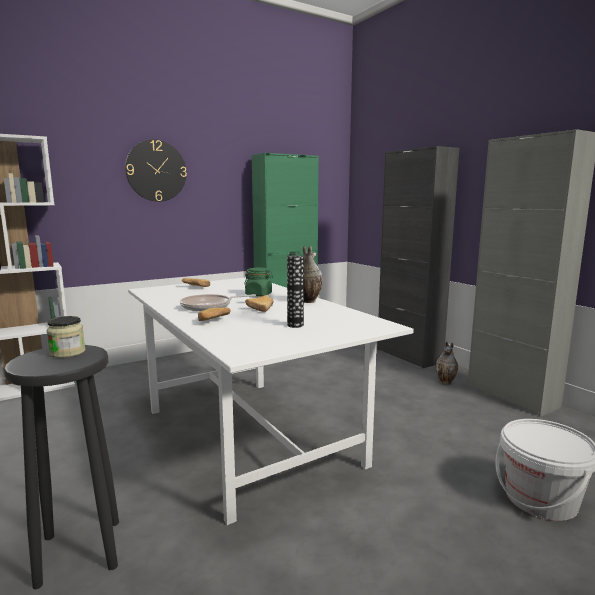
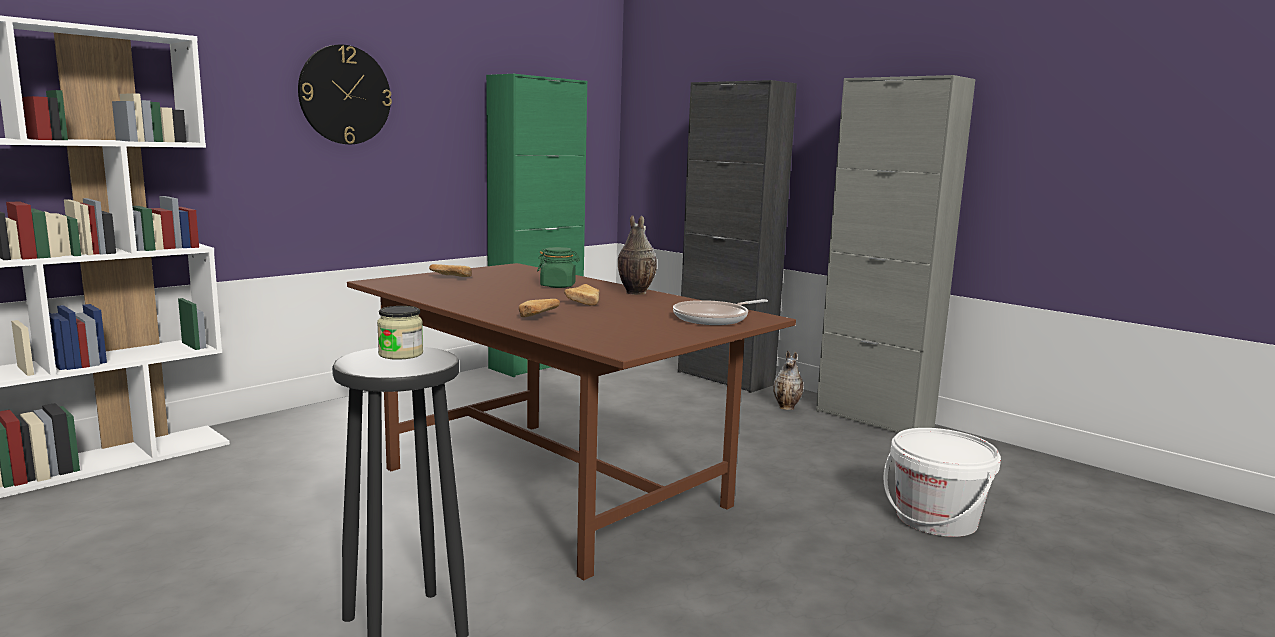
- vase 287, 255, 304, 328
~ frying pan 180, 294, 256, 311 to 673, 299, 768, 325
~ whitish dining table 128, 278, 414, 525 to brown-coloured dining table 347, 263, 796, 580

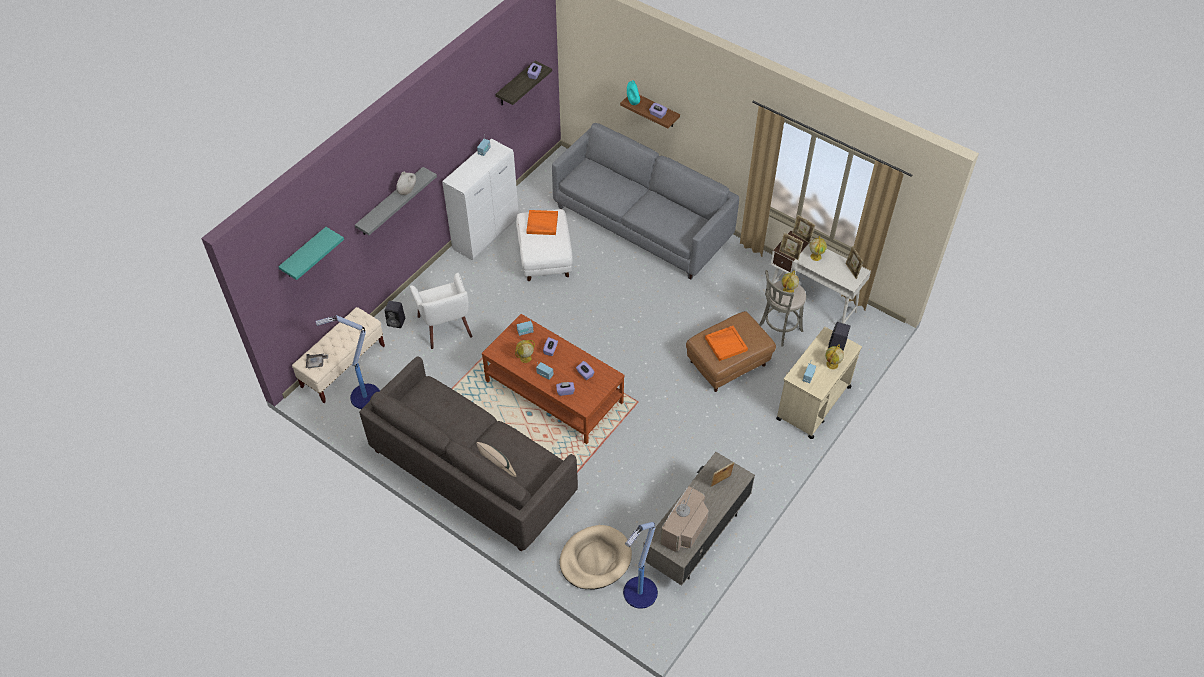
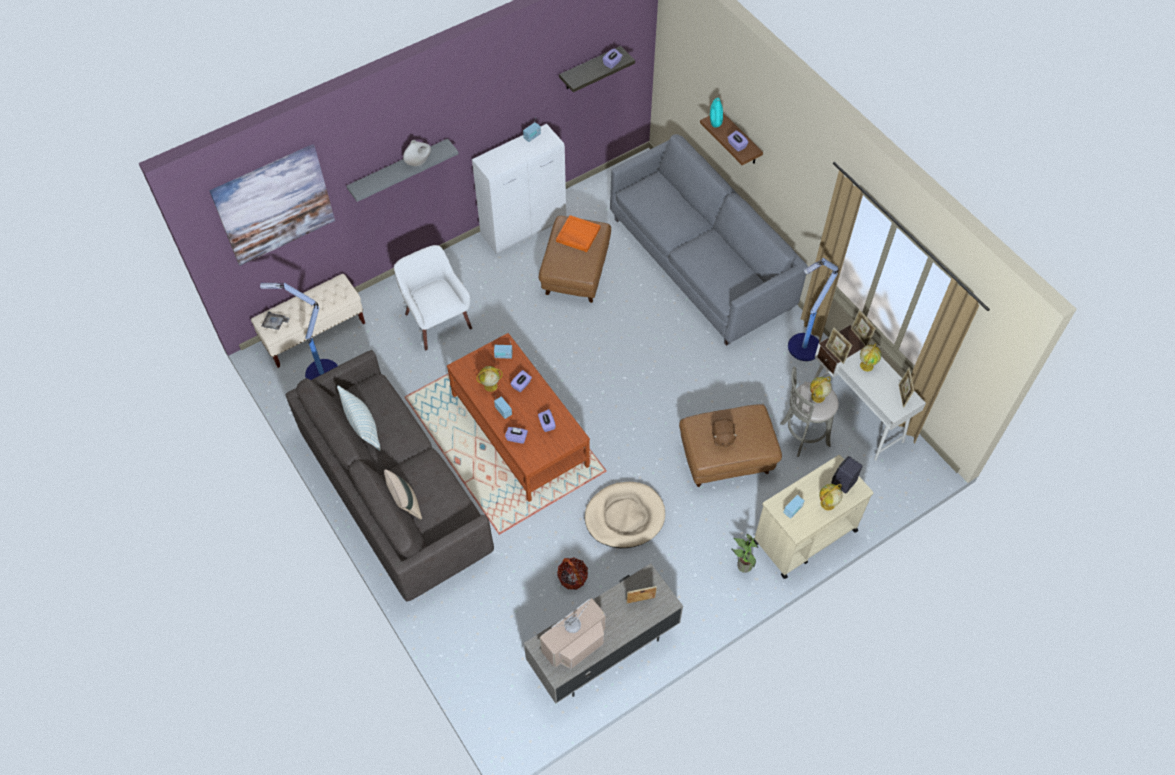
- blackish speaker 385, 301, 405, 328
+ pillow 337, 385, 381, 451
+ storage basket 557, 557, 588, 590
+ potted plant 731, 534, 758, 573
~ beige-coloured dog bed 560, 525, 632, 589 to 585, 482, 665, 548
~ standing lamp 623, 522, 658, 609 to 788, 258, 839, 361
~ blue-green bracket shelf 278, 227, 344, 280 to wall art 210, 144, 335, 266
~ orange-coloured carrying tray 705, 326, 748, 361 to brown-coloured cuddly toy 712, 418, 738, 448
~ whitish pouffe 516, 209, 573, 281 to brown-coloured pouffe 539, 216, 611, 303
~ whitish armchair 410, 273, 472, 349 = 394, 245, 472, 350 150 degrees clockwise

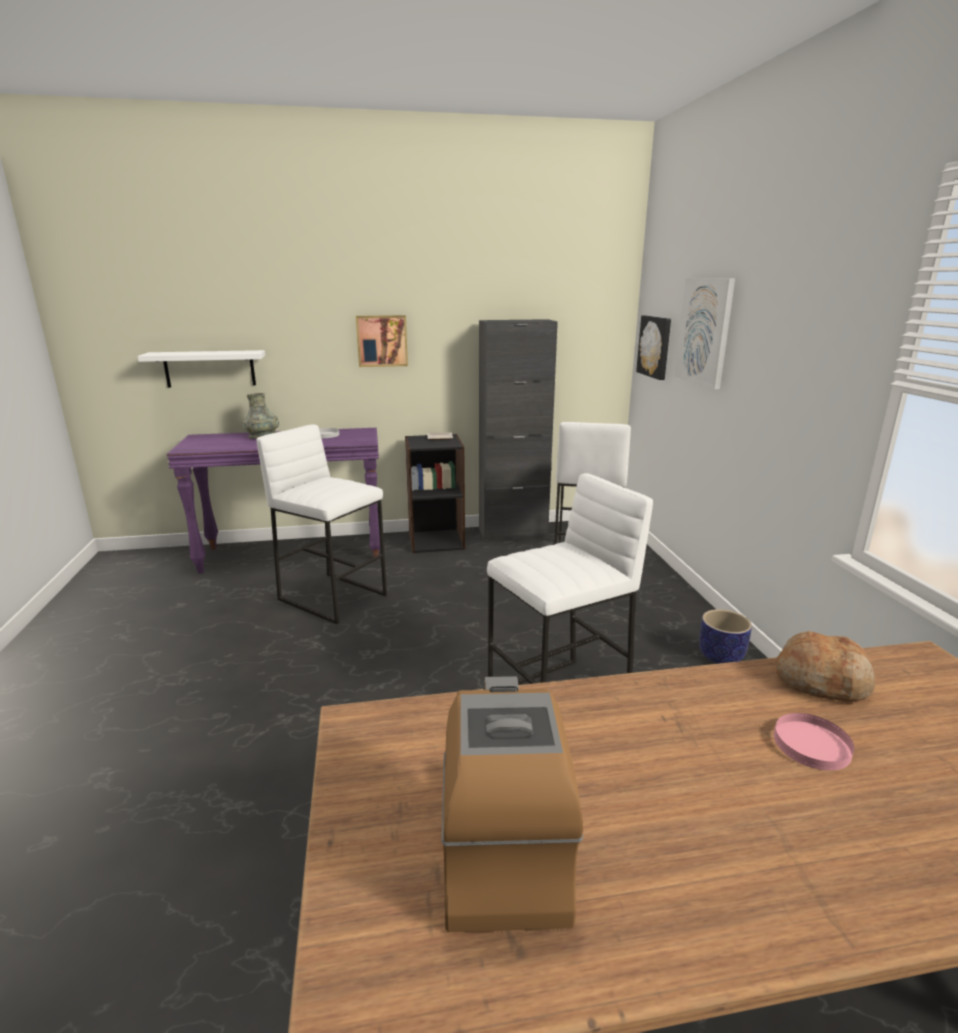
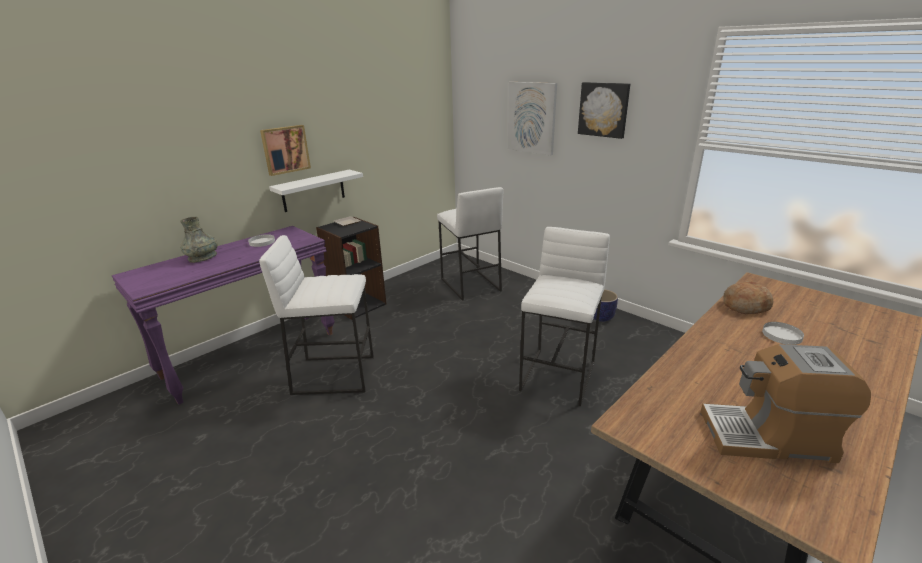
- blackish cupboard 479, 319, 558, 540
~ whitish bracket shelf 137, 350, 266, 388 to 269, 170, 363, 212
~ wall art 636, 315, 671, 380 to 578, 82, 630, 139
~ pink flat dish 774, 713, 854, 771 to whitish flat dish 762, 322, 804, 345
~ coffee machine 441, 676, 583, 932 = 700, 344, 871, 463 45 degrees counterclockwise

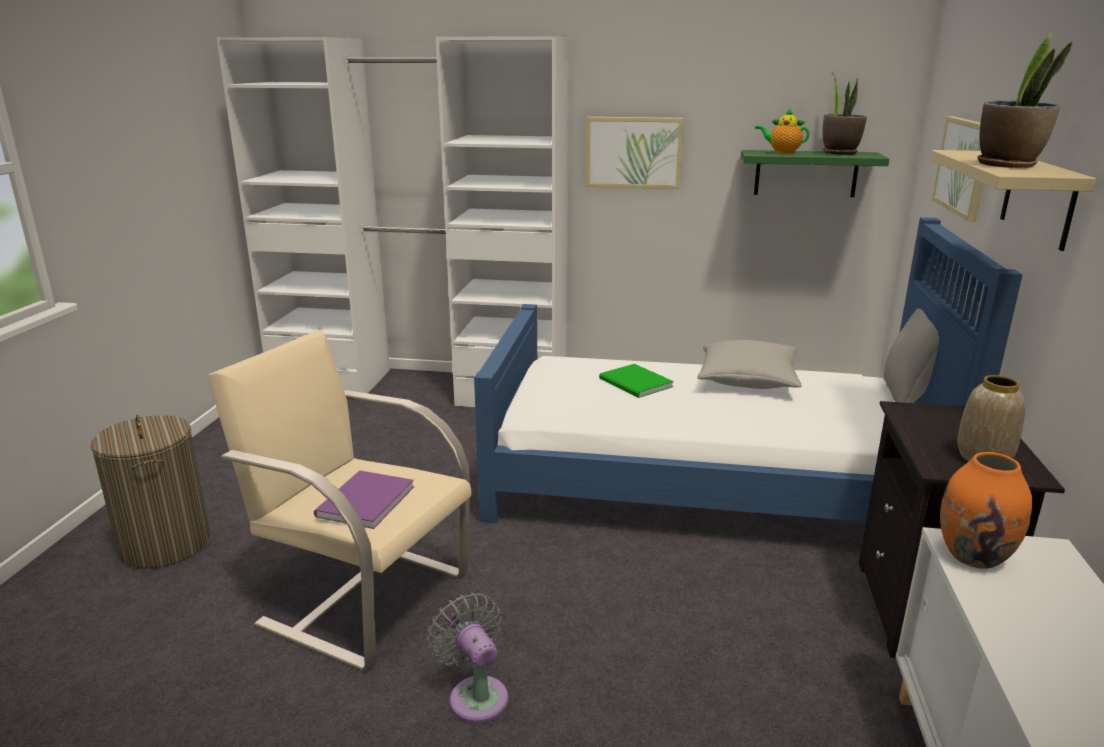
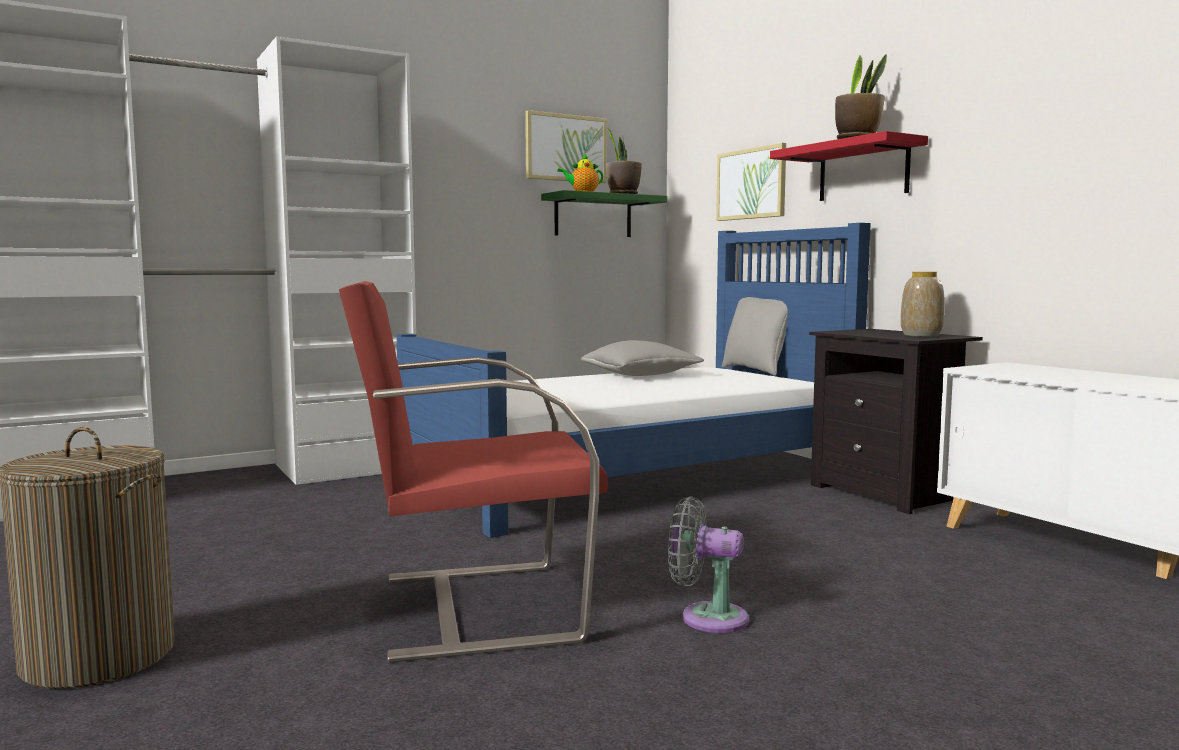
- purple volume 314, 470, 414, 529
- greenish volume 599, 364, 674, 398
- orange-coloured vase 940, 452, 1032, 569
~ wall art 585, 117, 684, 189 to 525, 110, 607, 183
~ beige-coloured armchair 207, 330, 471, 672 to reddish armchair 339, 281, 608, 663
~ beige-coloured bracket shelf 930, 150, 1096, 251 to reddish bracket shelf 770, 131, 928, 201

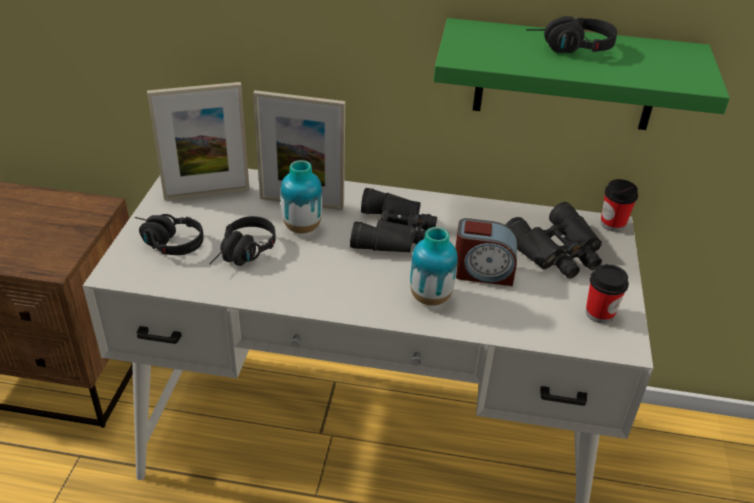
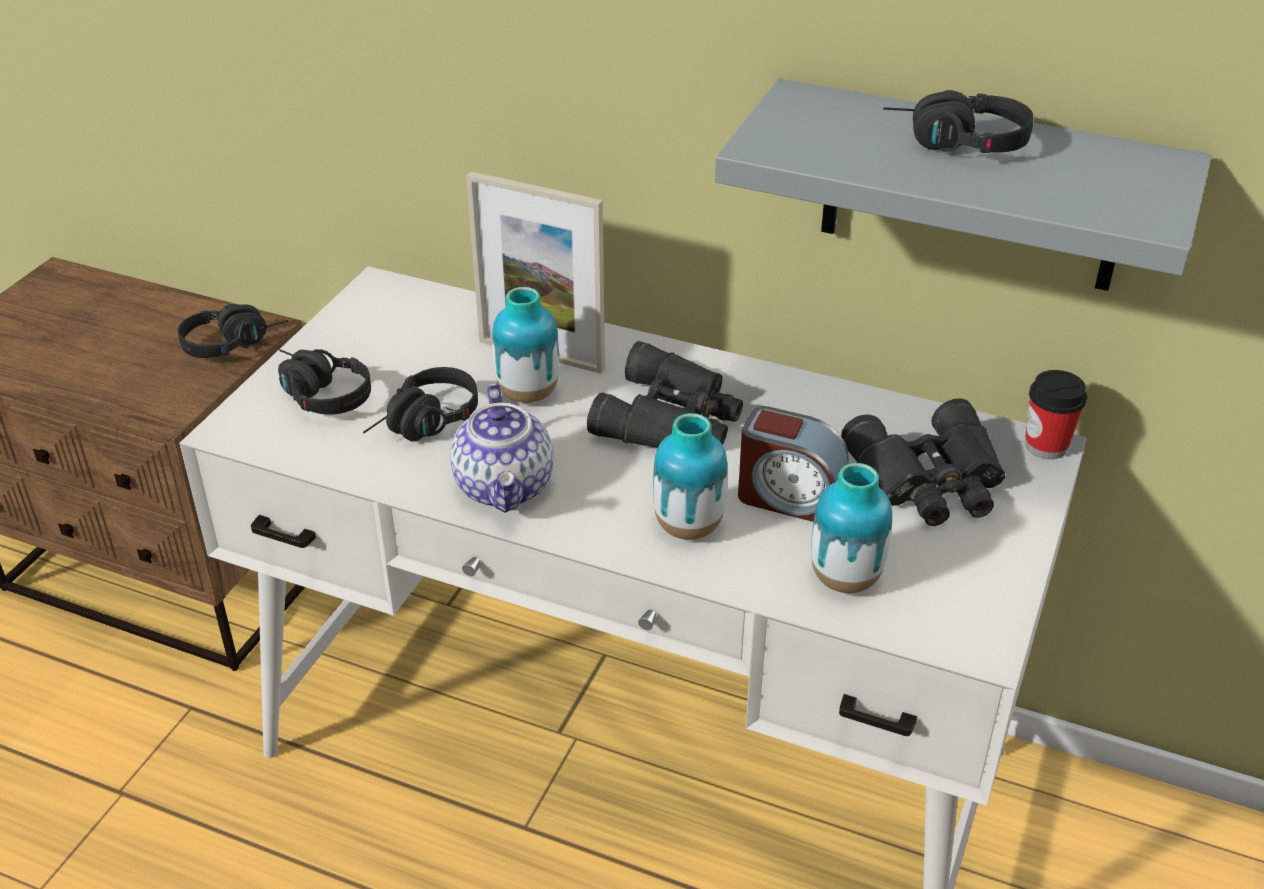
- photo frame 147, 82, 250, 200
- drinking cup 586, 264, 629, 324
+ blackish headphones 178, 304, 288, 358
+ tea pot 450, 383, 553, 513
+ vase 811, 463, 892, 593
~ greenish bracket shelf 434, 18, 730, 130 to gray bracket shelf 715, 79, 1212, 291

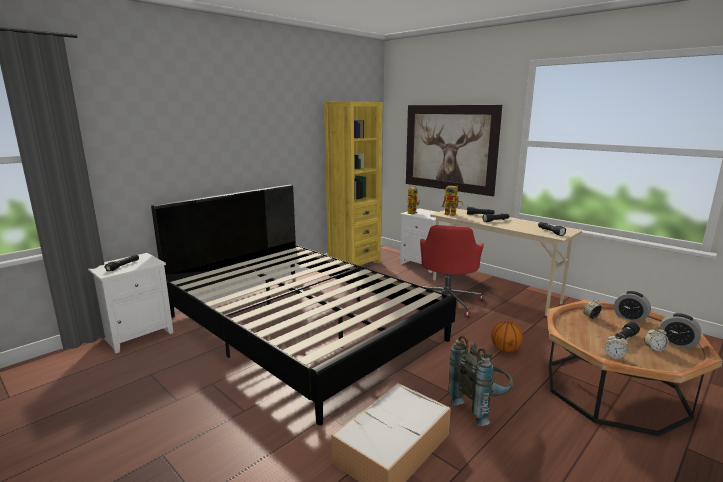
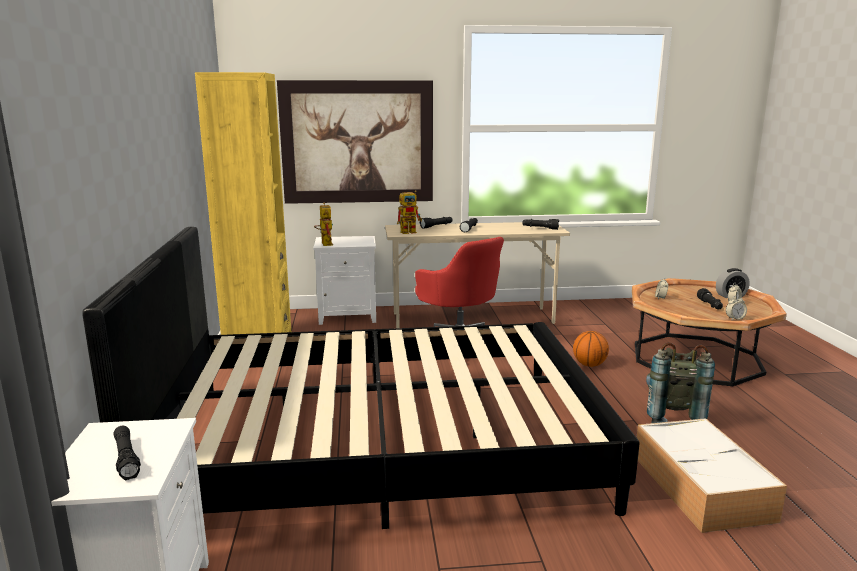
- table clock 614, 291, 651, 323

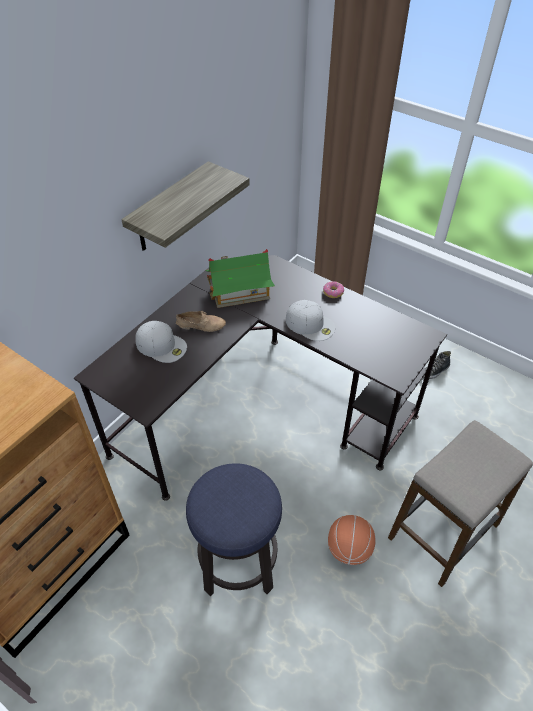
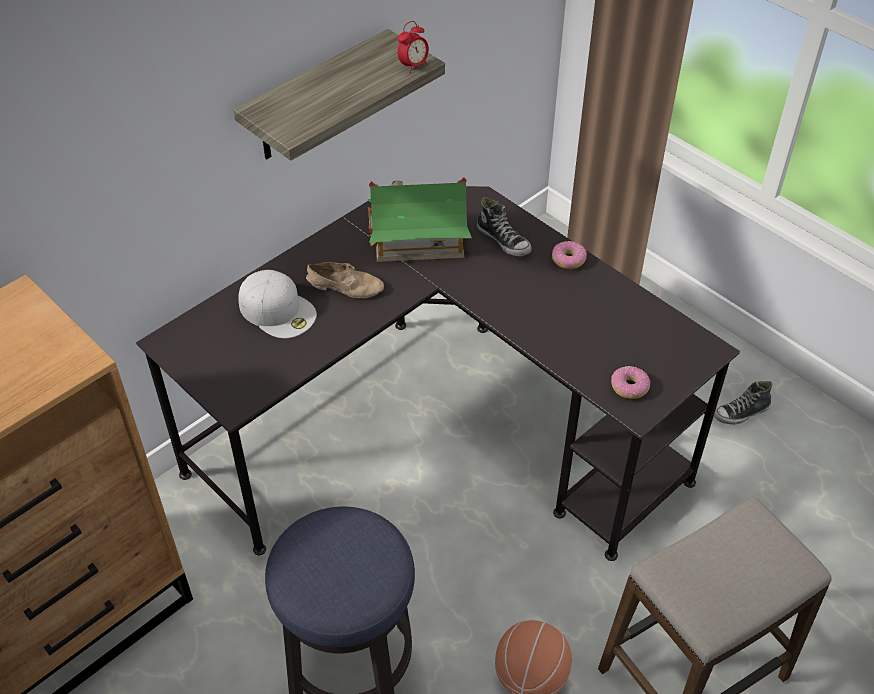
- whitish peaked cap 286, 300, 335, 341
+ table clock 398, 21, 429, 73
+ item of footwear 477, 197, 532, 256
+ donut 611, 366, 650, 399

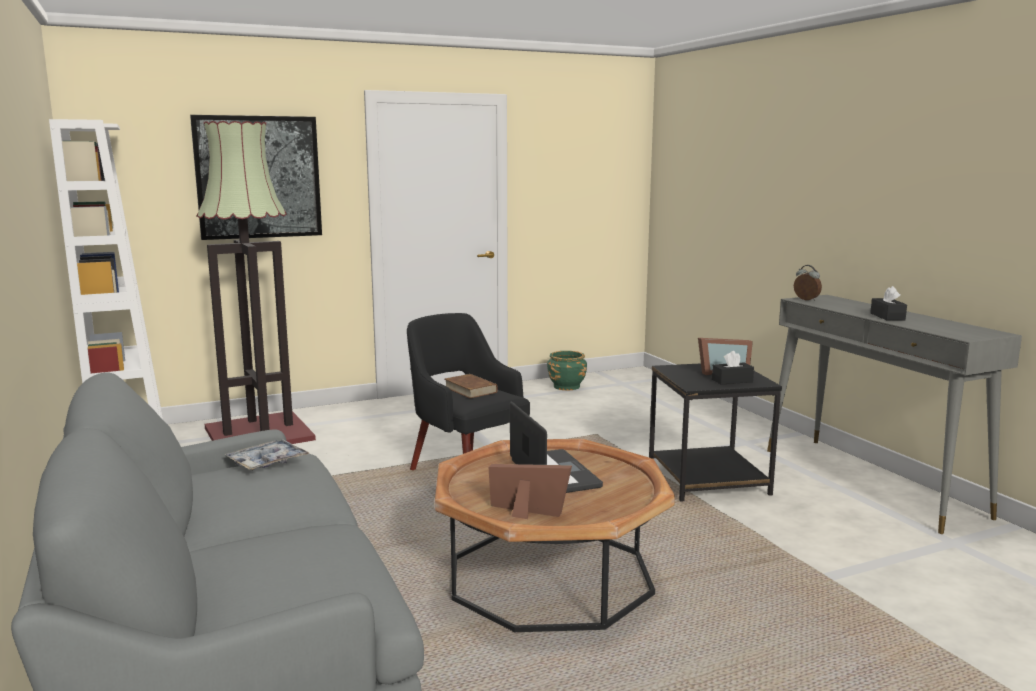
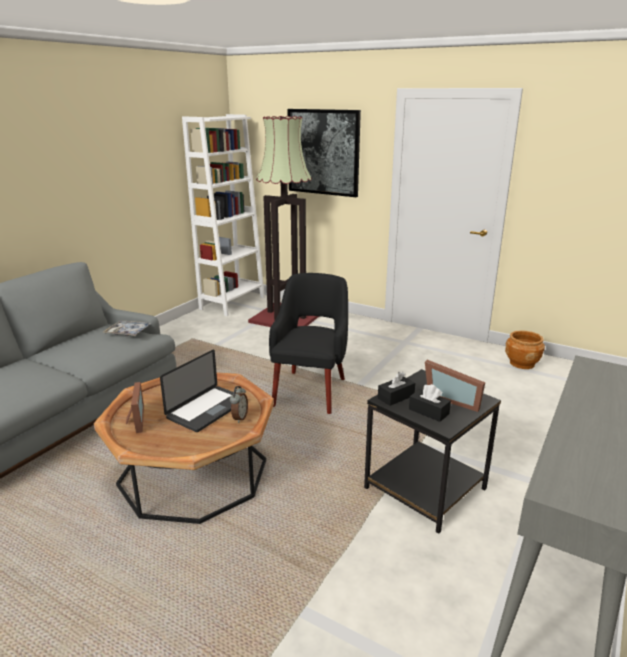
- brown-coloured volume 445, 374, 498, 398
~ table clock 794, 265, 822, 301 to 230, 386, 248, 423
~ blackish tissue box 870, 286, 907, 320 to 378, 372, 415, 406
~ greenish plant pot 547, 351, 587, 390 to brown-coloured plant pot 505, 330, 545, 369

